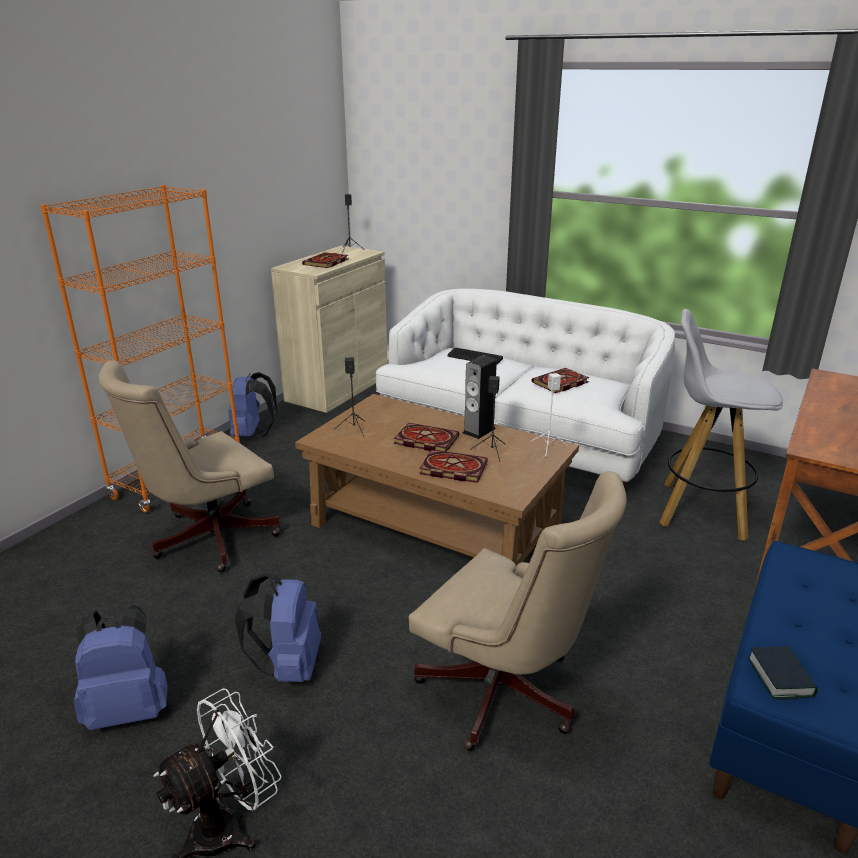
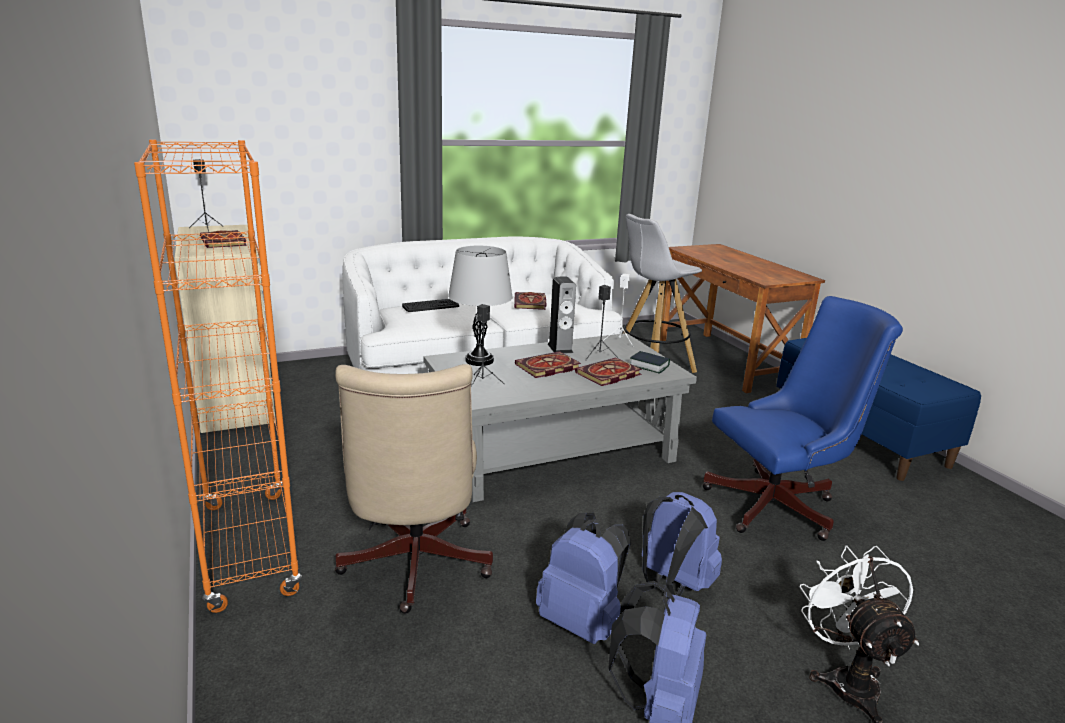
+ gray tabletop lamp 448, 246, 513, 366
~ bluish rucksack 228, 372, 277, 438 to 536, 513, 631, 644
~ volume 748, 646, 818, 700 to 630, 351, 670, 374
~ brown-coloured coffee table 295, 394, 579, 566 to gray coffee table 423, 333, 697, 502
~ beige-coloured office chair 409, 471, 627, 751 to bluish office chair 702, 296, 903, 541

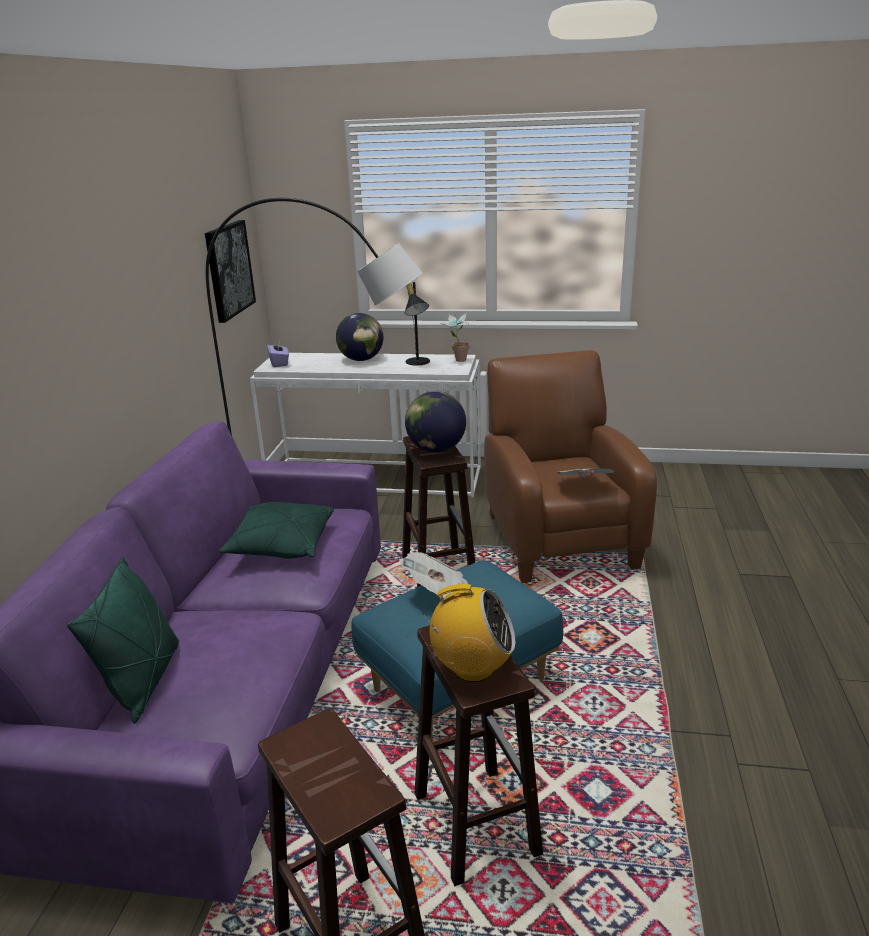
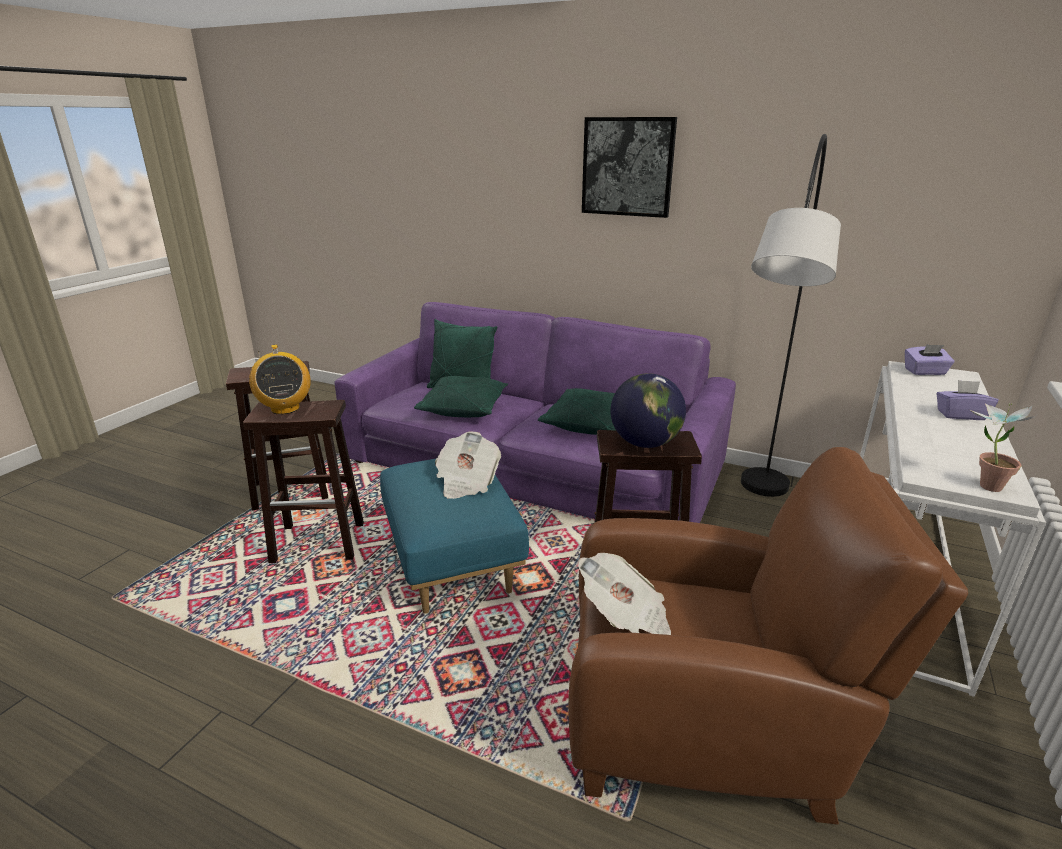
- blackish tabletop lamp 405, 282, 430, 366
+ greenish pillow 414, 376, 508, 417
~ wall art 205, 220, 256, 323 to 582, 117, 677, 218
~ desk globe 336, 313, 383, 361 to purple tissue box 936, 380, 999, 420
~ radio set 423, 584, 515, 682 = 249, 344, 311, 415 45 degrees counterclockwise

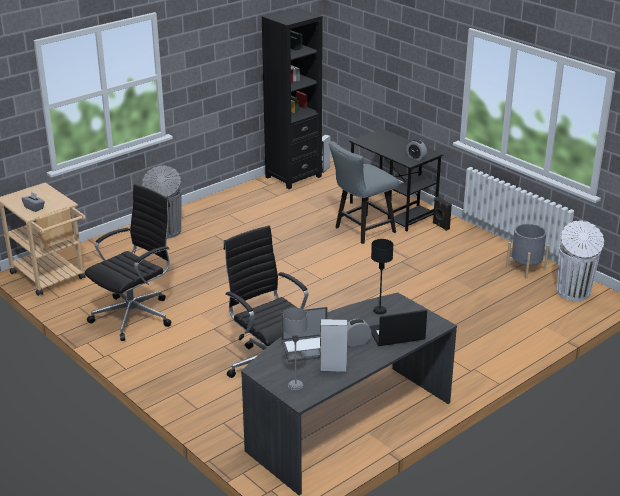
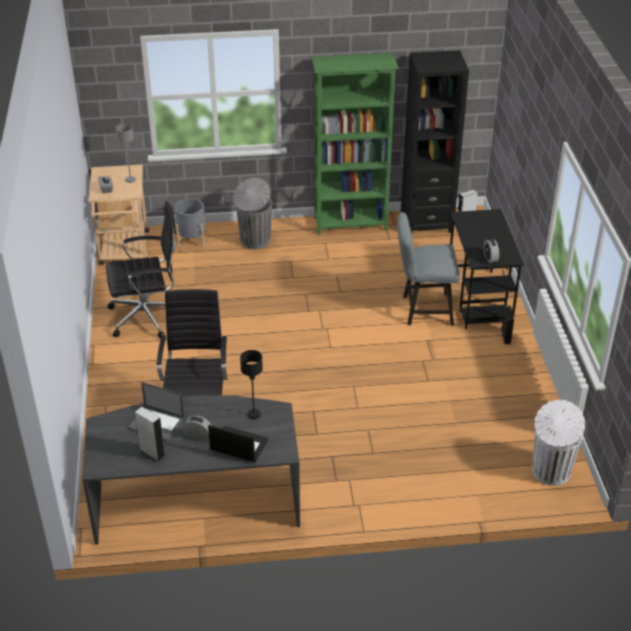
+ greenish bookshelf 312, 53, 399, 235
~ gray tabletop lamp 283, 307, 307, 390 to 116, 123, 136, 183
~ gray plant pot 506, 224, 549, 279 to 175, 198, 206, 247

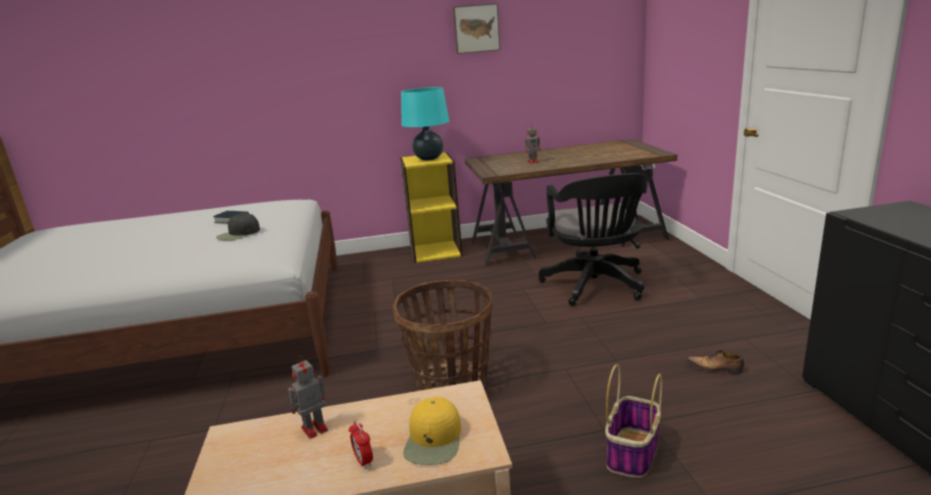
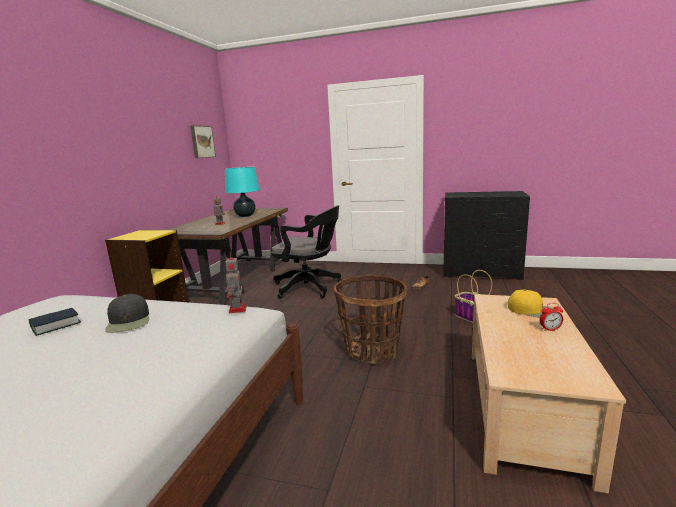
~ robot figure 288, 356, 328, 439 to 225, 252, 247, 314
~ blue-green tabletop lamp 401, 87, 449, 161 to 225, 167, 260, 217
~ wall art 453, 3, 500, 54 to 190, 125, 216, 158

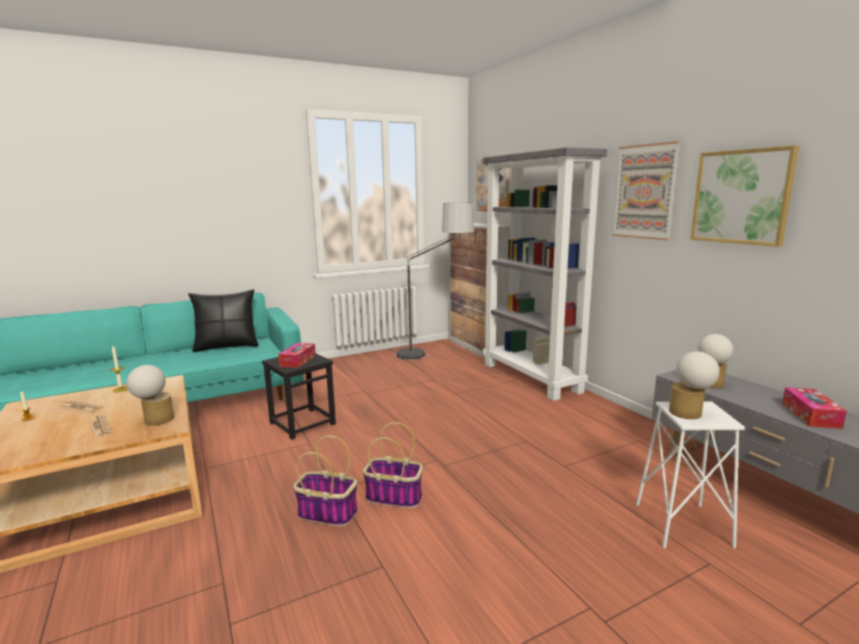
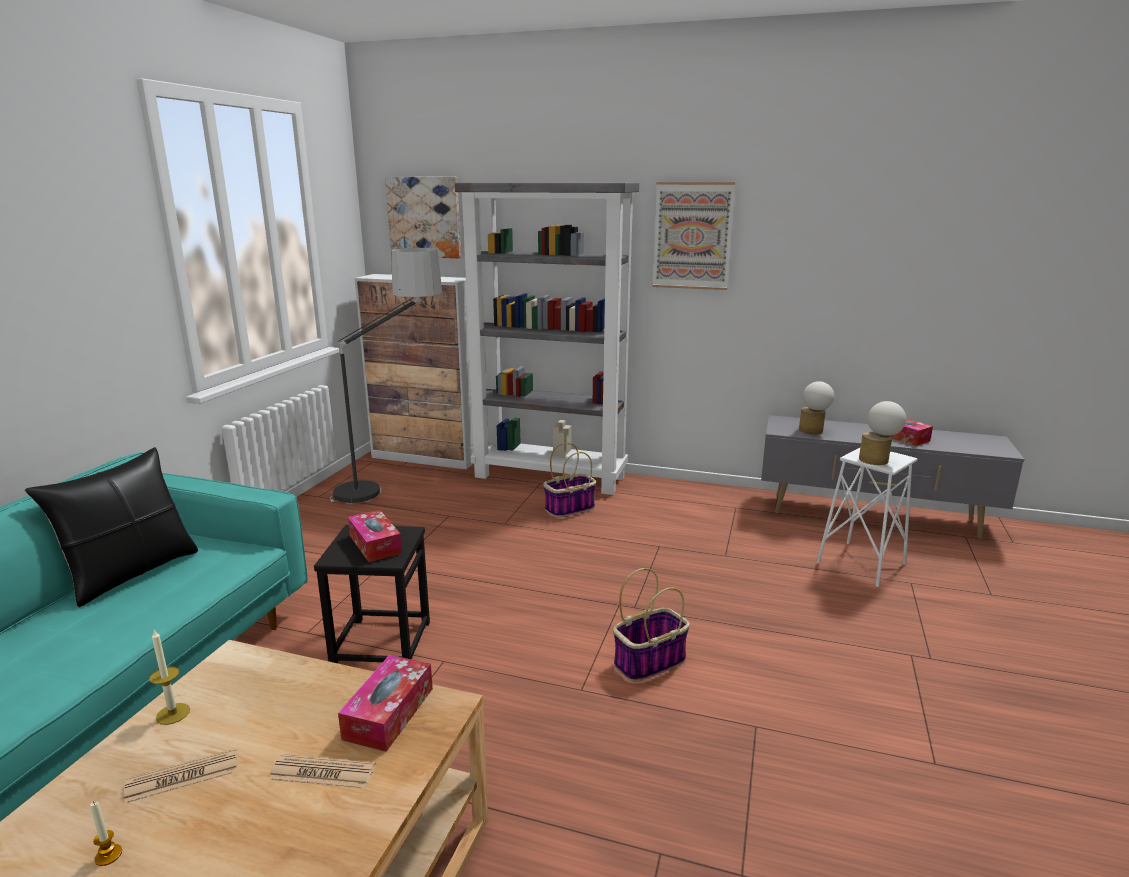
- wall art 690, 145, 799, 247
~ storage basket 294, 435, 357, 526 to 543, 443, 596, 517
~ tabletop lamp 127, 365, 174, 426 to tissue box 338, 655, 433, 752

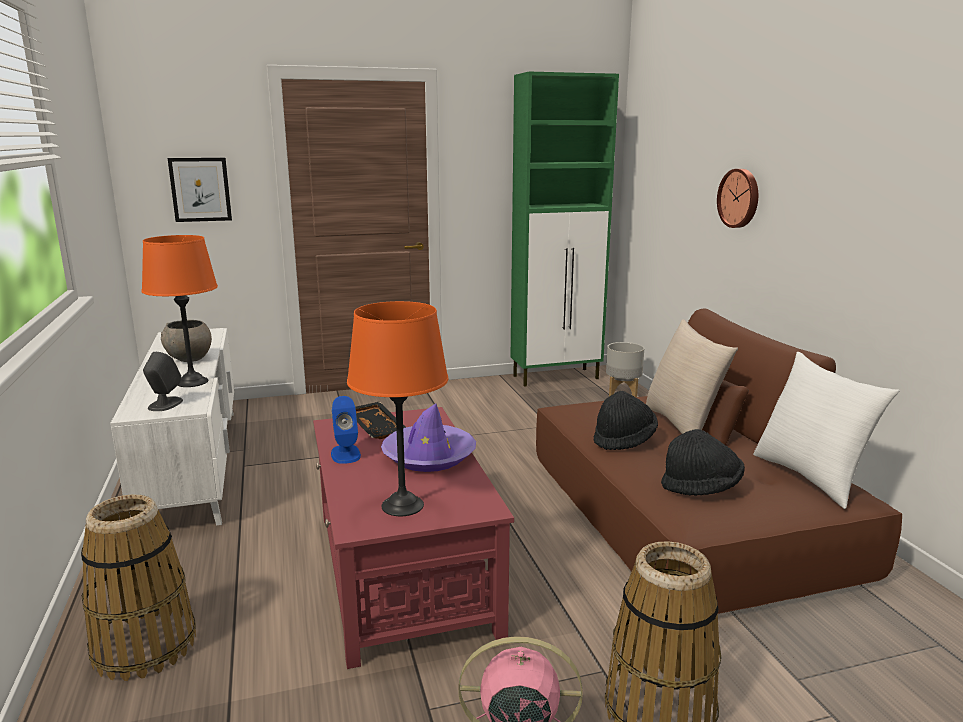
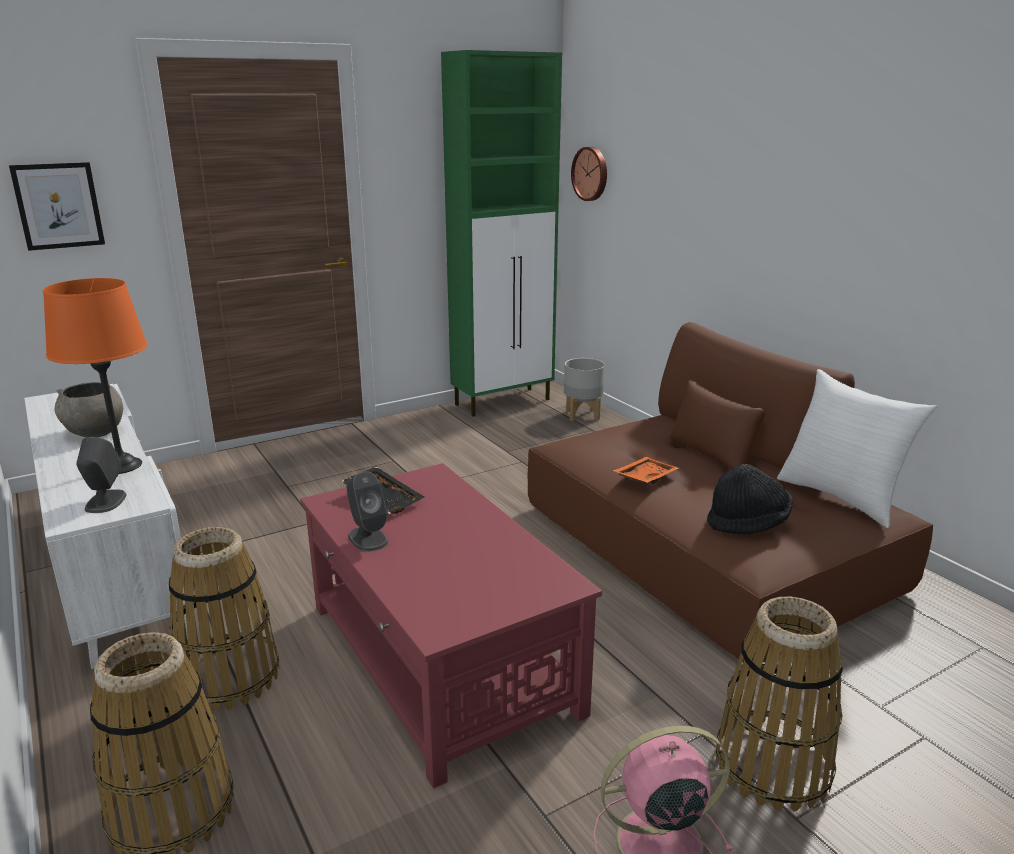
- orange-coloured tabletop lamp 347, 301, 448, 516
- purple hat 381, 403, 476, 472
- beige-coloured pillow 646, 319, 738, 434
+ storage basket 169, 527, 279, 711
~ hanging clock 717, 169, 758, 228 to 571, 147, 607, 201
~ blackish hat 594, 391, 658, 450 to orange-coloured carrying tray 613, 457, 679, 484
~ bluish speaker 331, 396, 361, 464 to gray speaker 347, 471, 388, 551

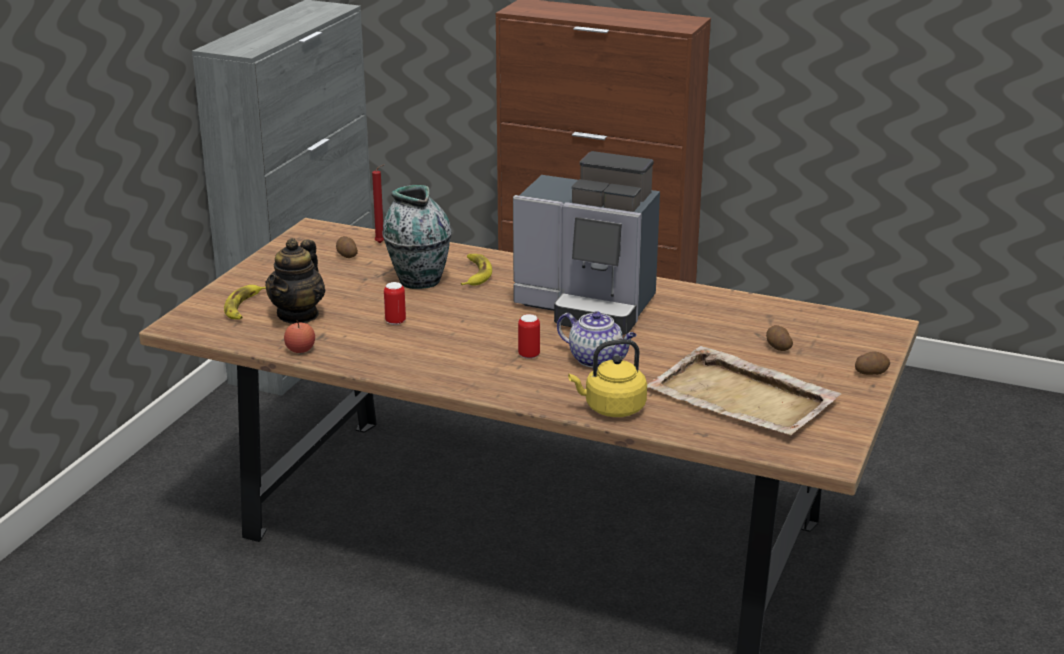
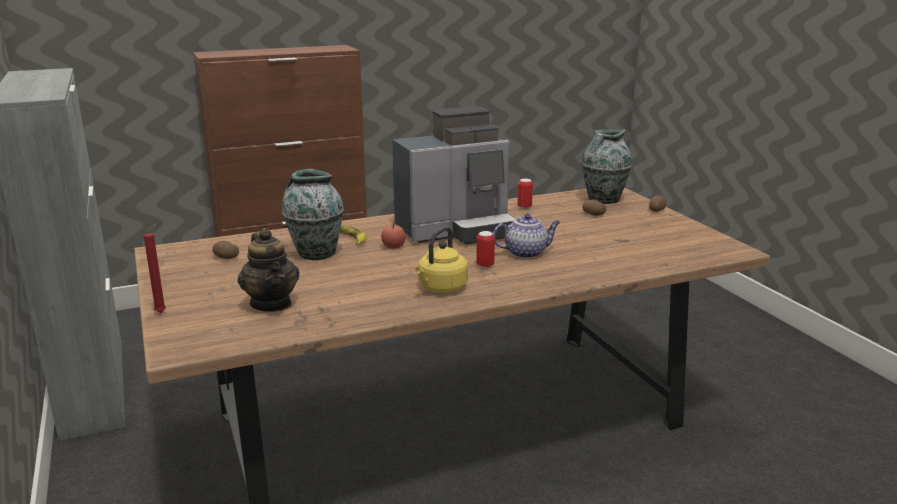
- banana 224, 285, 266, 320
- beige-coloured carrying tray 647, 346, 841, 435
+ vase 582, 129, 632, 204
~ whole apple 284, 320, 315, 353 to 381, 222, 406, 249
~ reddish wax candle 372, 164, 385, 243 to 144, 223, 166, 313
~ metal can 384, 282, 406, 325 to 517, 179, 533, 209
~ yellow-coloured tea kettle 568, 339, 647, 417 to 415, 227, 468, 293

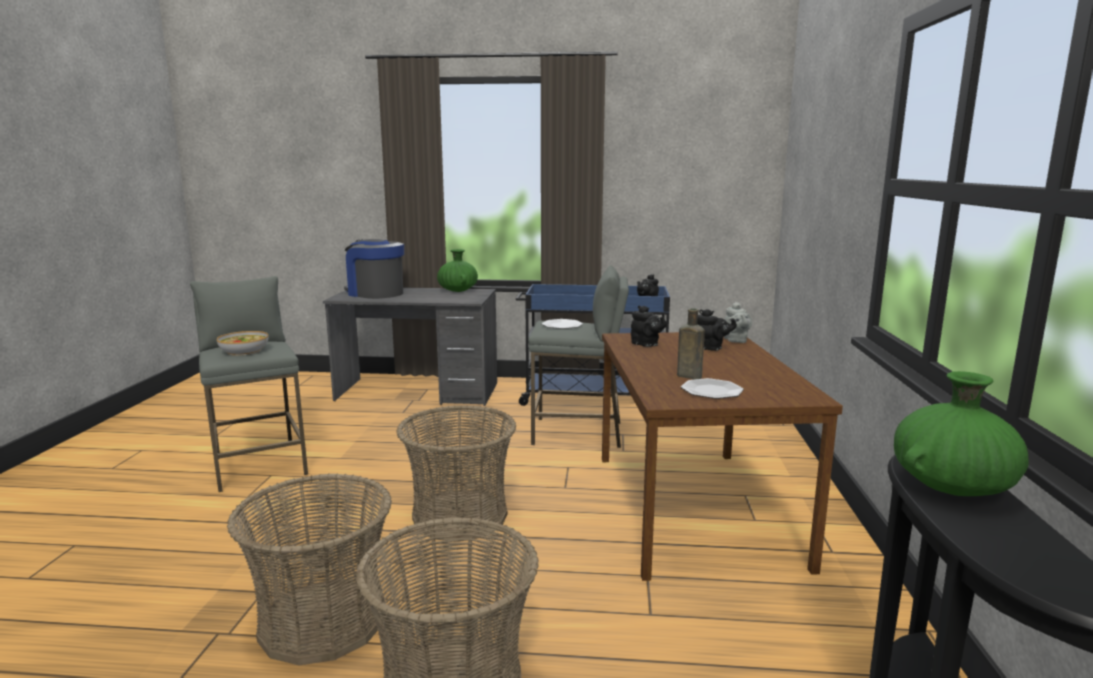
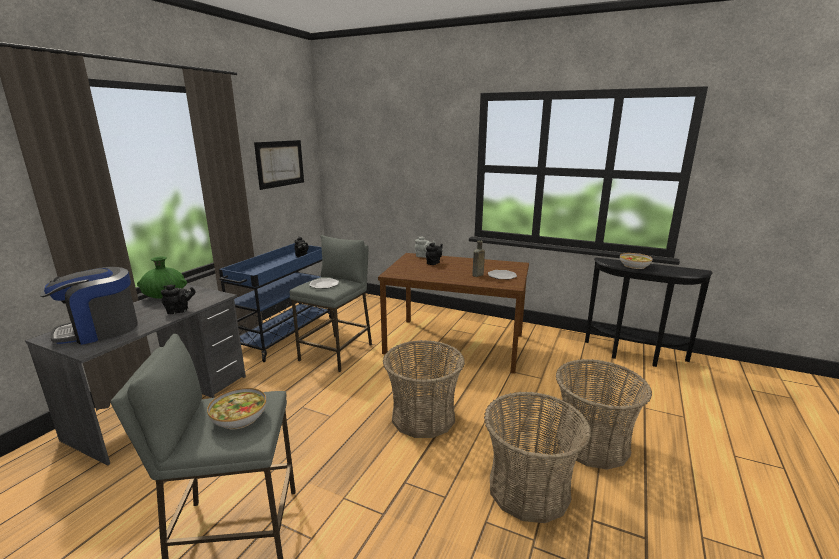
+ wall art 254, 140, 304, 190
~ blackish tea pot 631, 305, 667, 347 to 161, 285, 196, 314
~ greenish vase 894, 371, 1029, 496 to deep dish 620, 253, 653, 269

